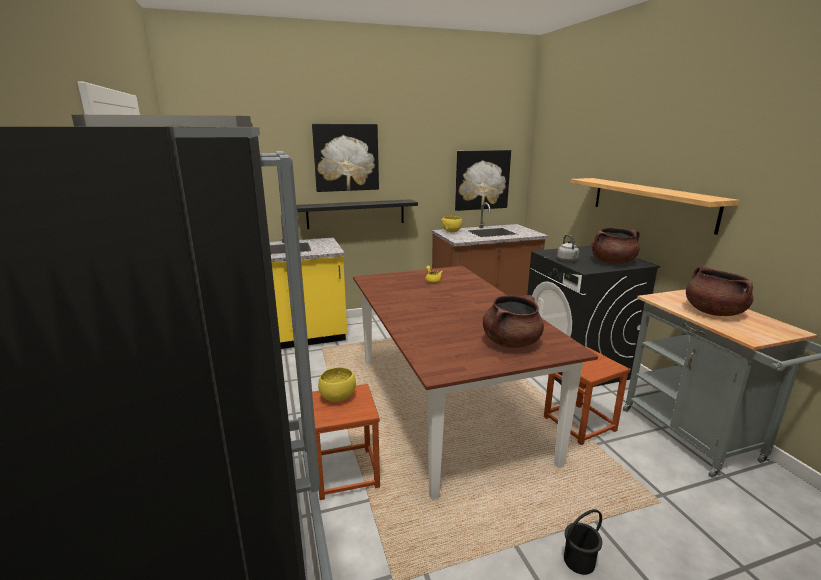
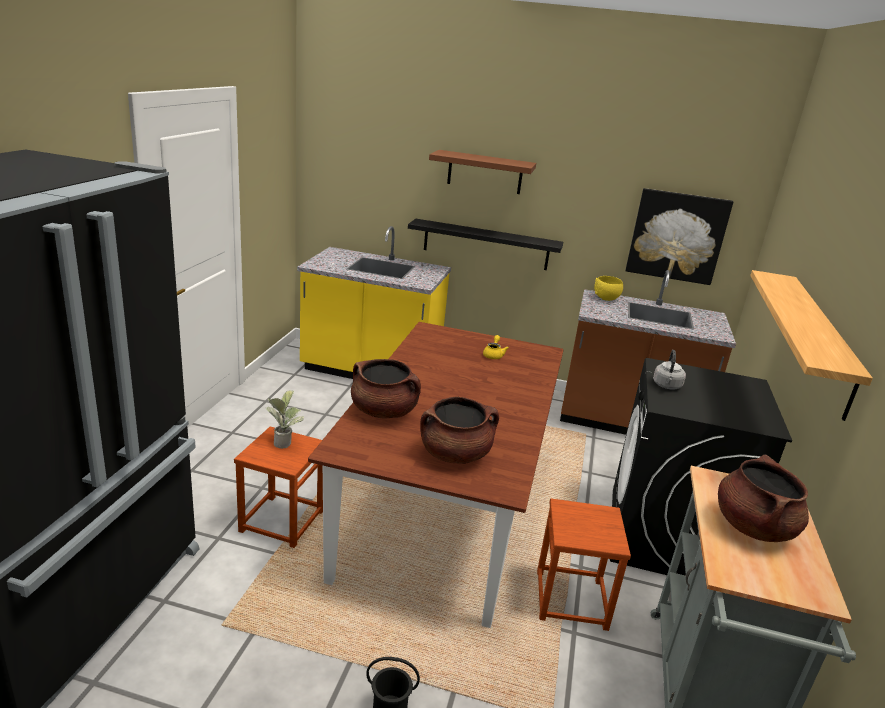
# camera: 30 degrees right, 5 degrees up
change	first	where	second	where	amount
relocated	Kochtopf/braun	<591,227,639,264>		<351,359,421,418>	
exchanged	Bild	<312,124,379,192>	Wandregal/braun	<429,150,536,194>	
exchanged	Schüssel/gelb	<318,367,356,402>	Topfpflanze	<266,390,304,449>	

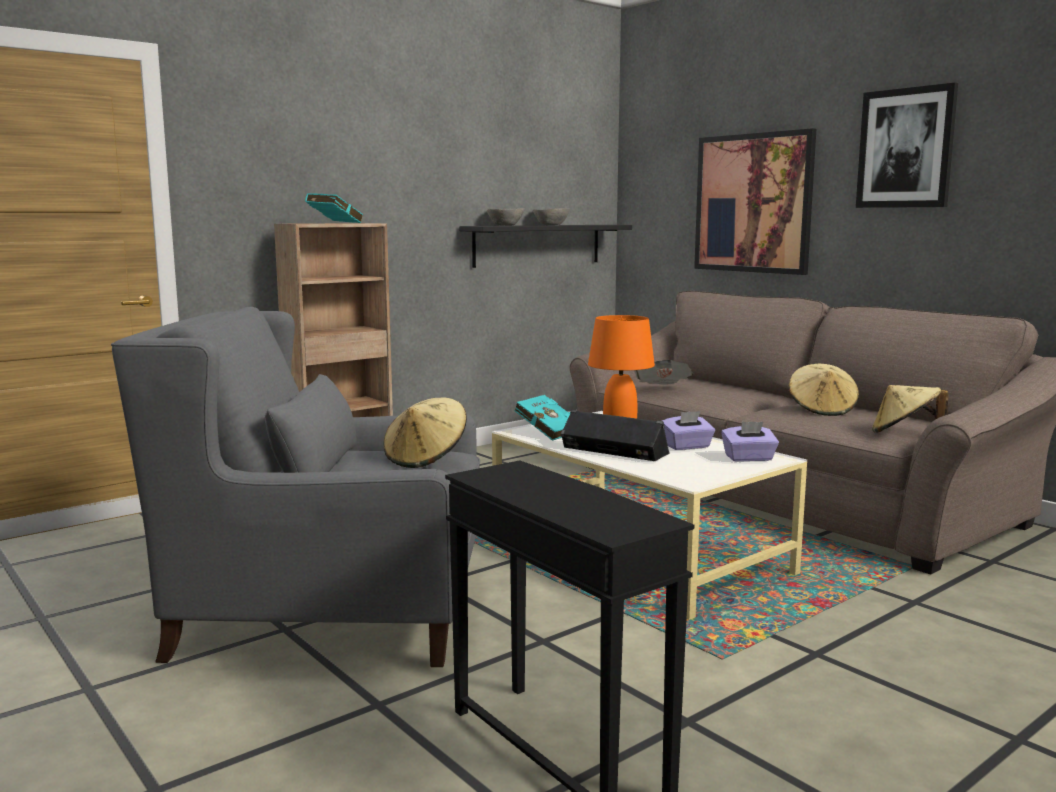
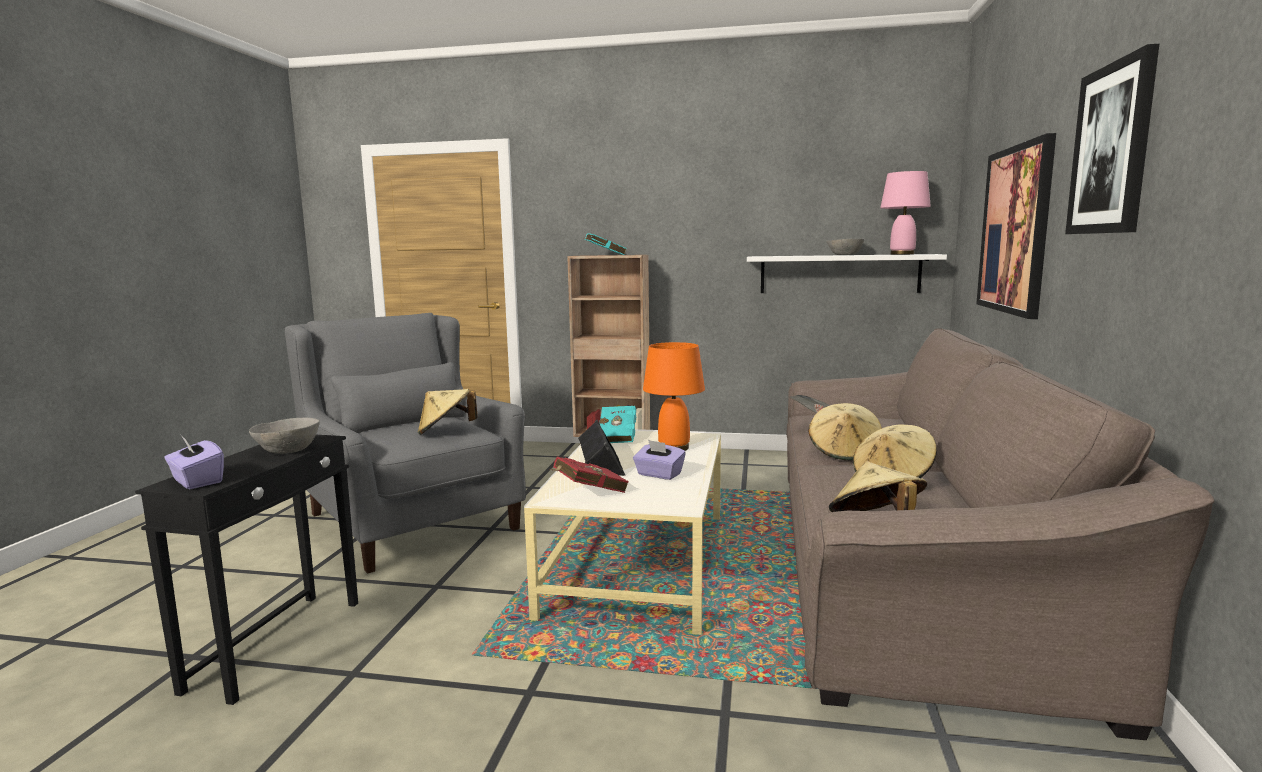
# camera: 50 degrees right, 0 degrees up
change	first	where	second	where	amount
appeared			Buch/rot	<550,457,629,493>	
appeared			Hut/beige	<808,403,882,461>	
appeared			Tischlampe/rosa	<880,171,931,255>	
relocated	Schüssel/grau	<487,208,525,226>		<249,418,320,454>	
relocated	Taschentuchbox/lila	<721,422,779,462>		<164,436,224,489>	
colour	Wandregal/schwarz	<459,225,632,268>	Wandregal/weiß	<747,254,947,293>	

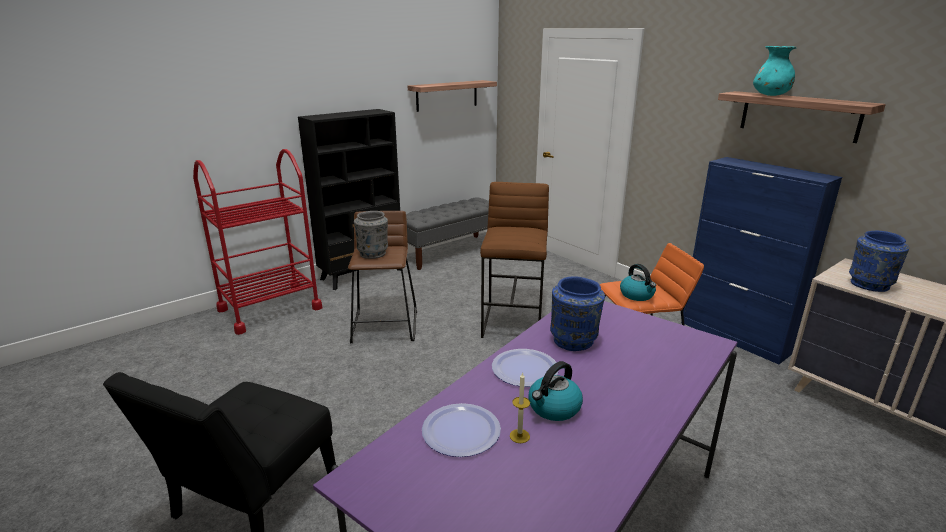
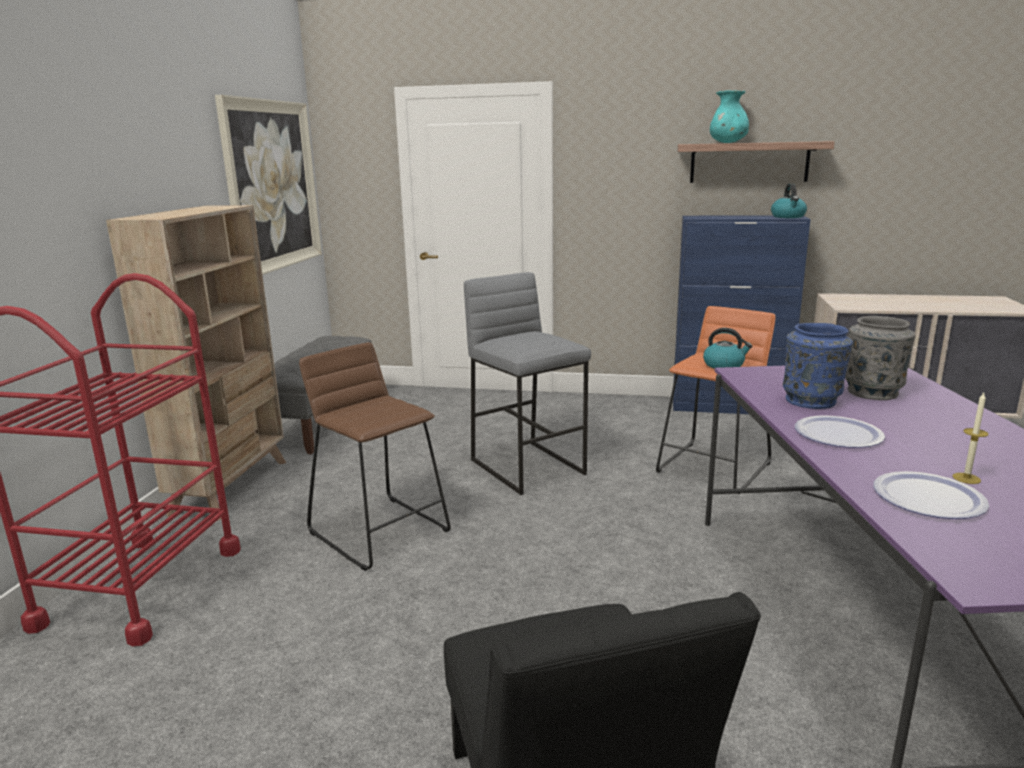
# camera: 40 degrees left, 5 degrees down
change	first	where	second	where	amount
missing	Vase/blau	<849,231,909,292>			
relocated	Vase/grau	<354,211,388,259>		<845,316,915,400>	
relocated	Wasserkessel	<528,361,583,421>		<771,184,807,218>	
exchanged	Wandregal	<408,80,497,112>	Bild	<215,95,322,275>	
colour	Bücherregal/schwarz	<298,109,401,290>	Bücherregal/beige	<106,205,286,521>	
colour	Hocker/braun	<480,182,549,338>	Hocker/grau	<464,272,591,495>	

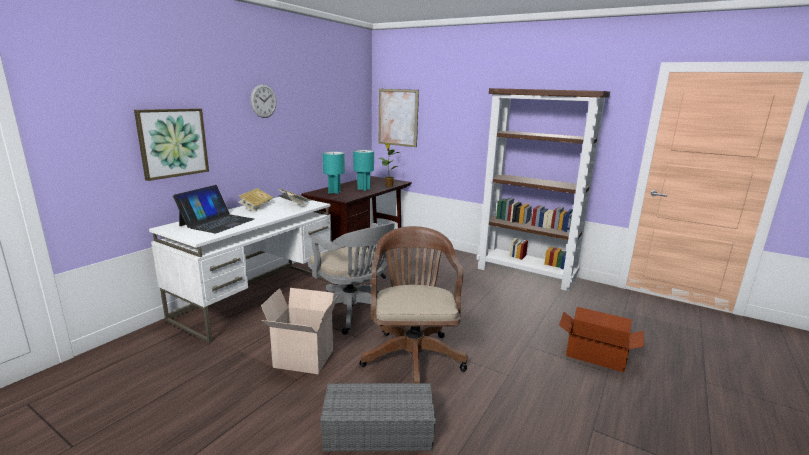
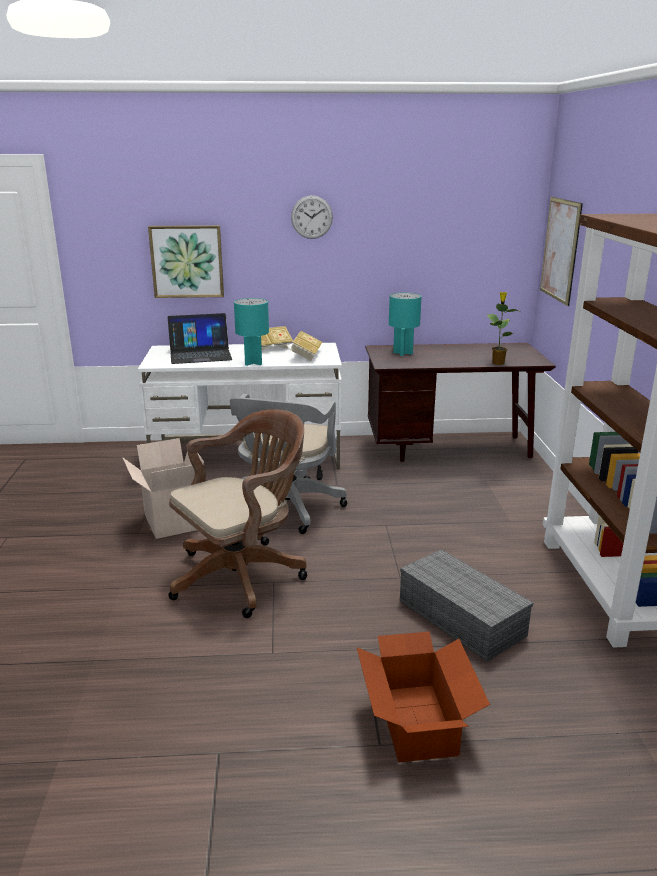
# camera: 55 degrees right, 5 degrees up
change	first	where	second	where	amount
relocated	Aufbewahrungsbox/grau	<320,383,436,452>		<400,549,533,662>	
relocated	Tischlampe/türkis	<353,150,374,191>		<234,298,269,366>	

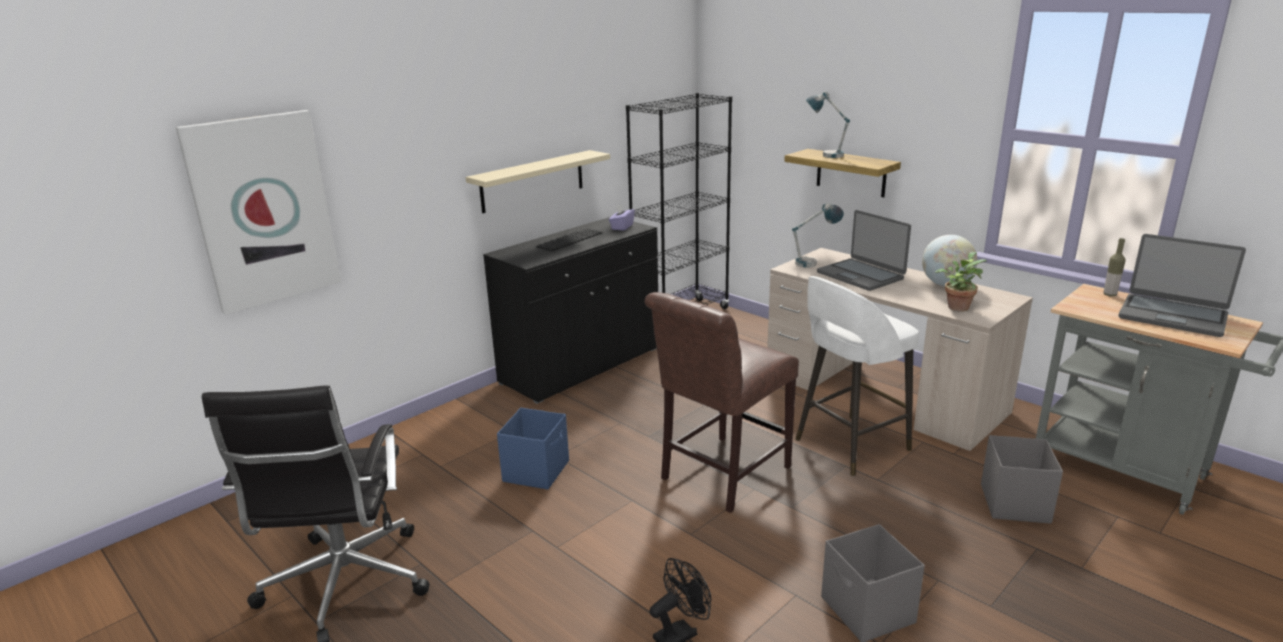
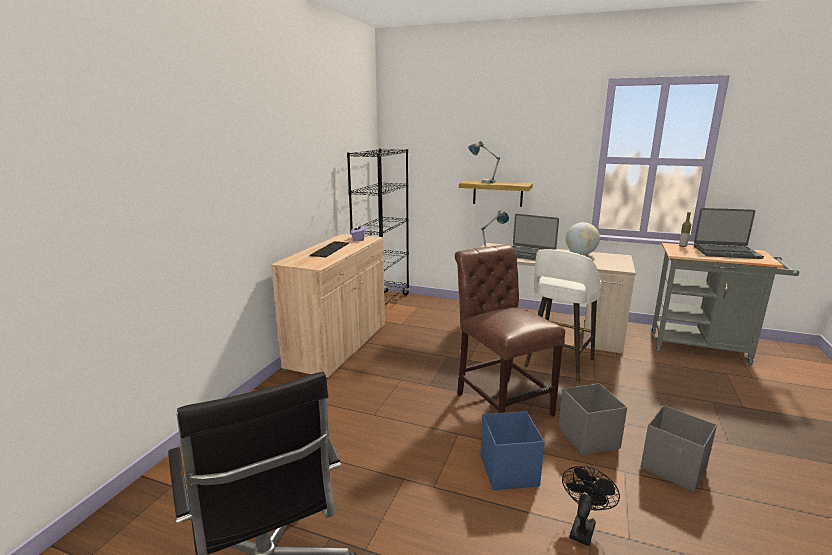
# camera: 25 degrees left, 5 degrees down
change	first	where	second	where	amount
missing	Bild	<176,110,341,315>			
missing	Wandregal/beige	<466,150,610,213>			
missing	Topfpflanze	<935,252,986,311>			
relocated	Aufbewahrungsbox/blau	<497,408,569,490>		<480,411,545,490>	
relocated	Aufbewahrungsbox/grau	<981,435,1063,524>		<558,383,627,455>	
colour	Schrank/schwarz	<483,217,658,404>	Schrank/beige	<271,234,385,379>	
spun	Stuhl/braun	<645,292,799,513>		<455,244,565,416>	135 degrees clockwise

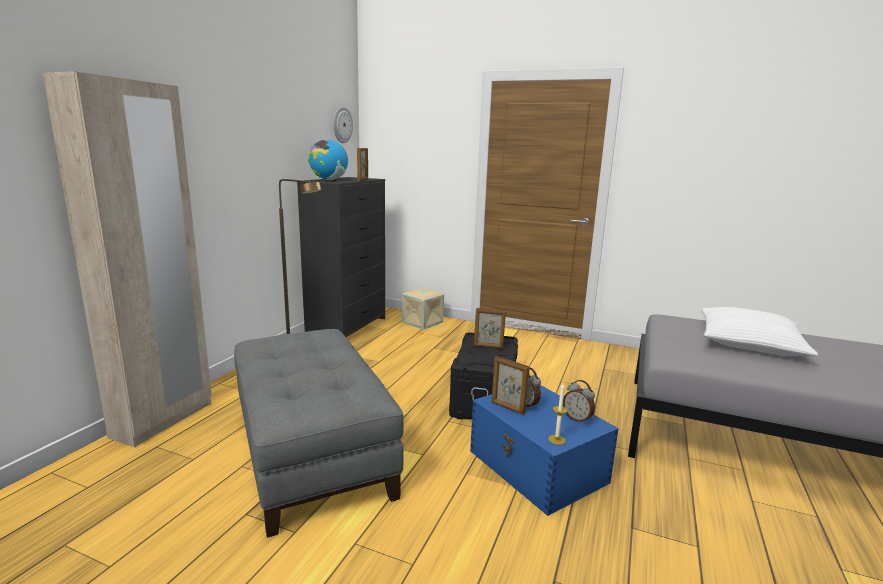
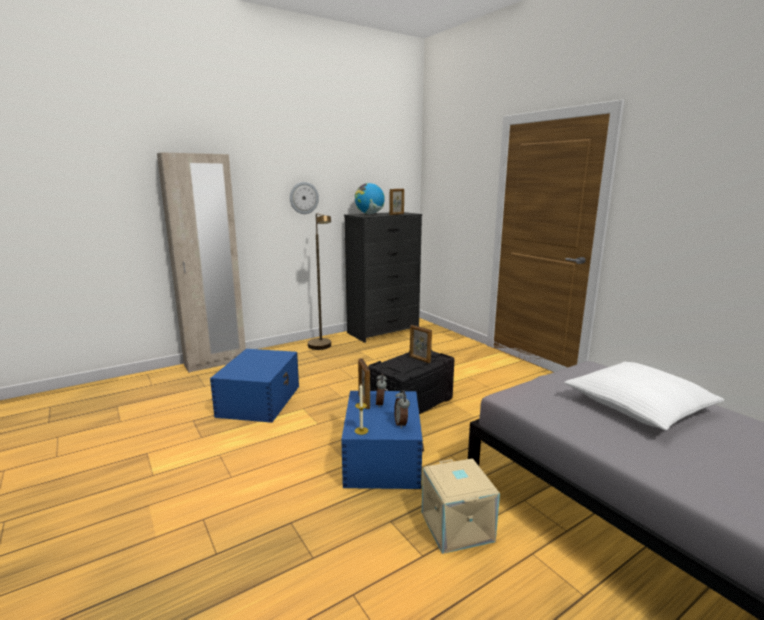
# camera: 35 degrees right, 0 degrees up
change	first	where	second	where	amount
relocated	Wanduhr	<333,106,353,143>		<290,182,319,214>	
relocated	Aufbewahrungsbox/beige	<402,288,444,330>		<422,458,500,554>	
exchanged	Polsterhocker/grau	<234,329,404,538>	Aufbewahrungsbox/blau	<210,349,299,423>	

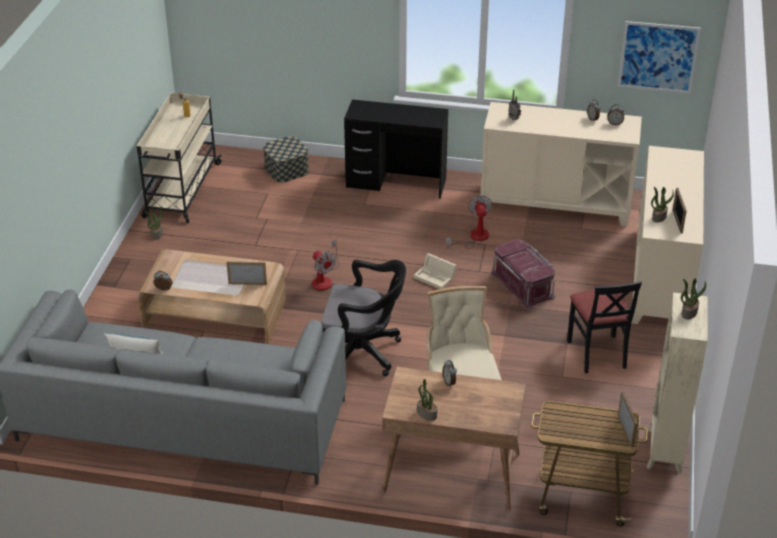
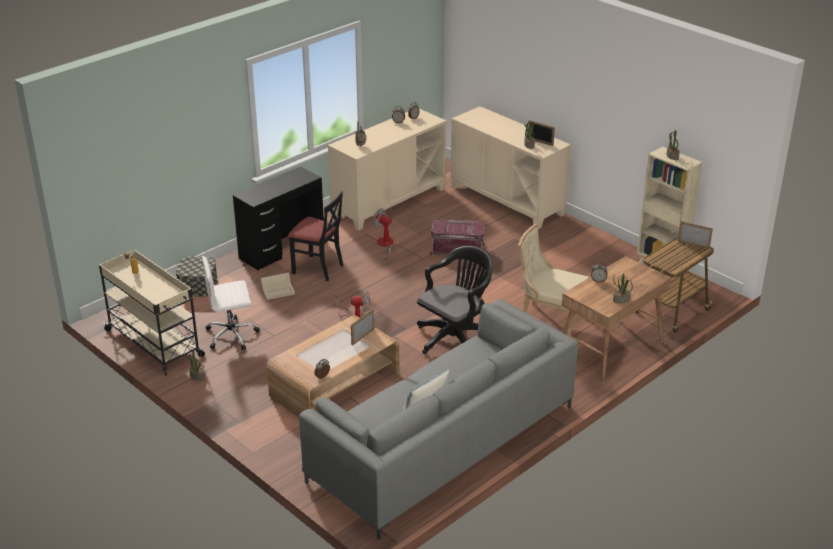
# camera: 55 degrees left, 5 degrees down
change	first	where	second	where	amount
missing	Bild	<618,21,701,94>			
appeared			Bürostuhl/weiß	<202,256,259,350>	
relocated	Aufbewahrungsbox/beige	<414,253,457,289>		<261,273,295,300>	
relocated	Stuhl/schwarz	<567,281,642,374>		<288,191,343,281>	

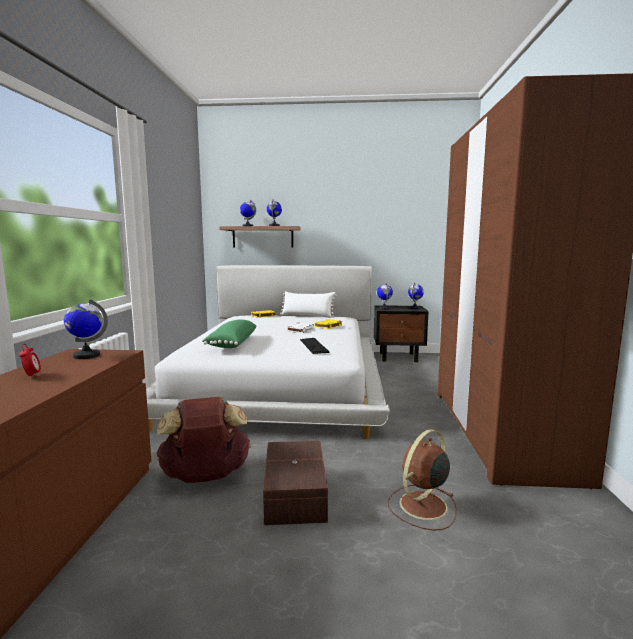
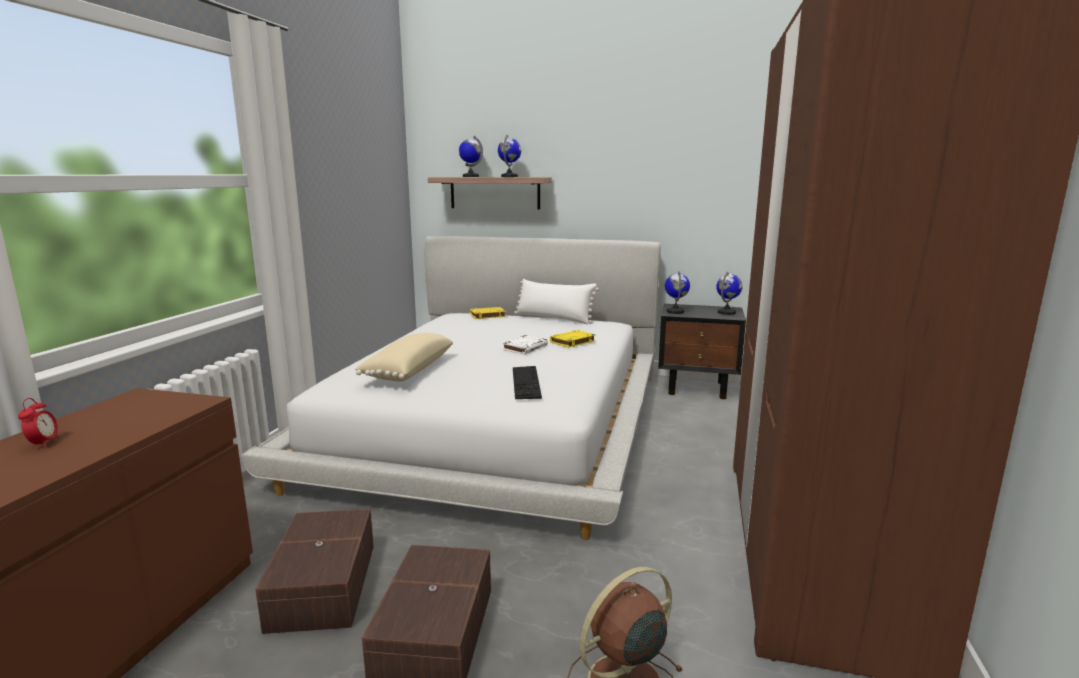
# camera: 10 degrees right, 5 degrees up
change	first	where	second	where	amount
missing	Globus	<64,299,108,359>			
exchanged	Rucksack/braun	<156,397,251,483>	Aufbewahrungsbox/braun	<255,509,374,634>	
colour	Kissen/grün	<202,320,257,348>	Kissen/beige	<355,333,453,381>	

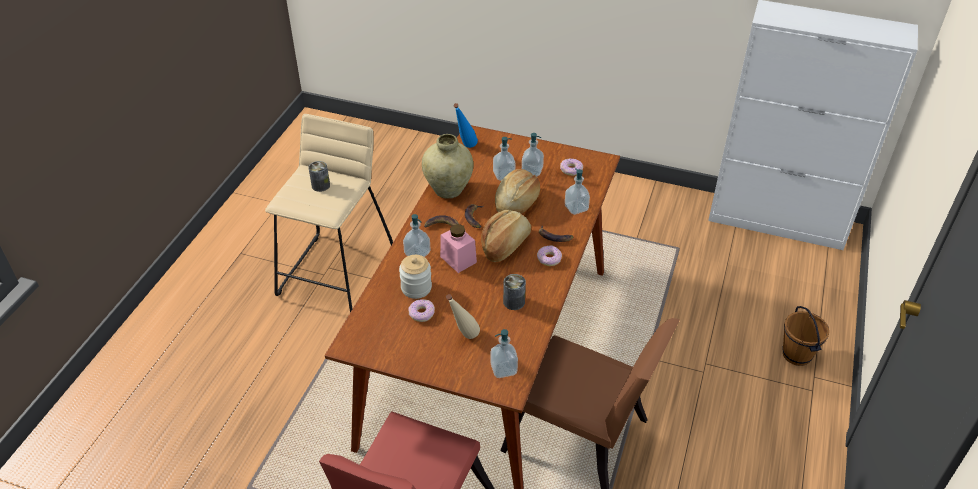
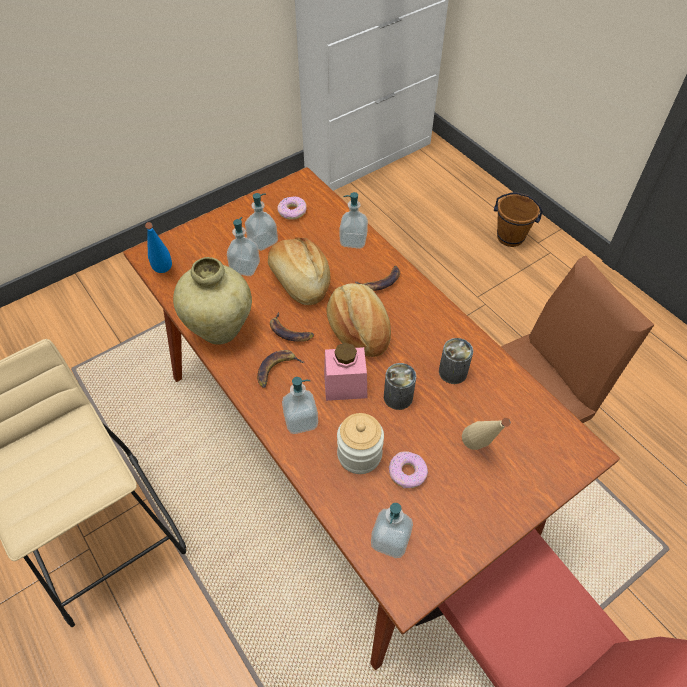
# camera: 55 degrees left, 10 degrees up
change	first	where	second	where	amount
missing	Donut	<537,245,562,266>			
relocated	Dose	<308,161,330,192>		<384,363,416,410>	
relocated	Seifenspender	<490,329,518,378>		<371,503,413,558>	

